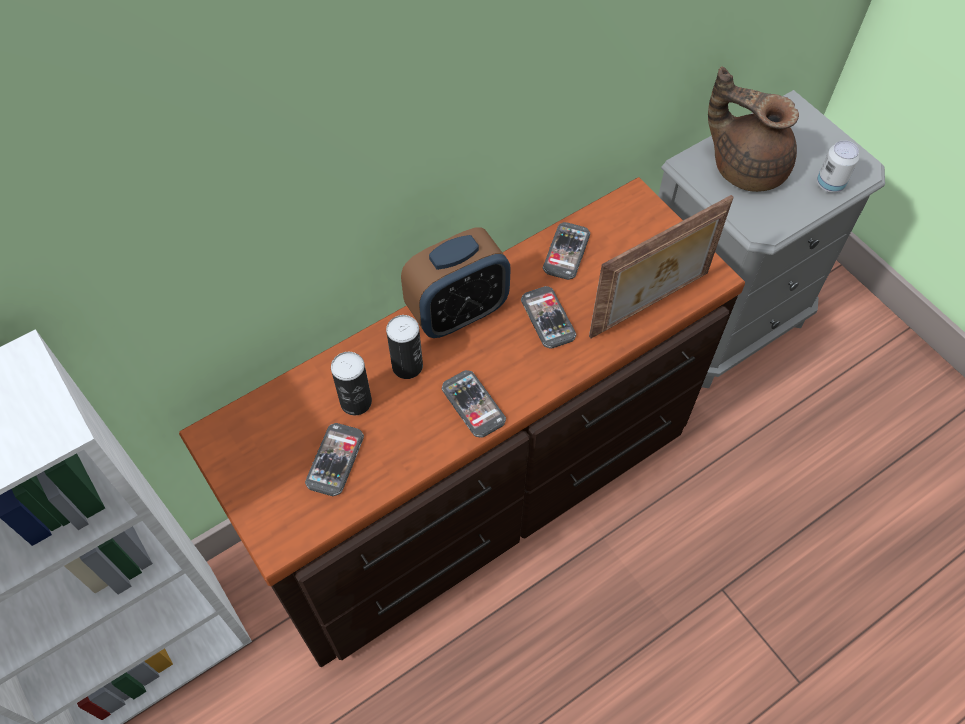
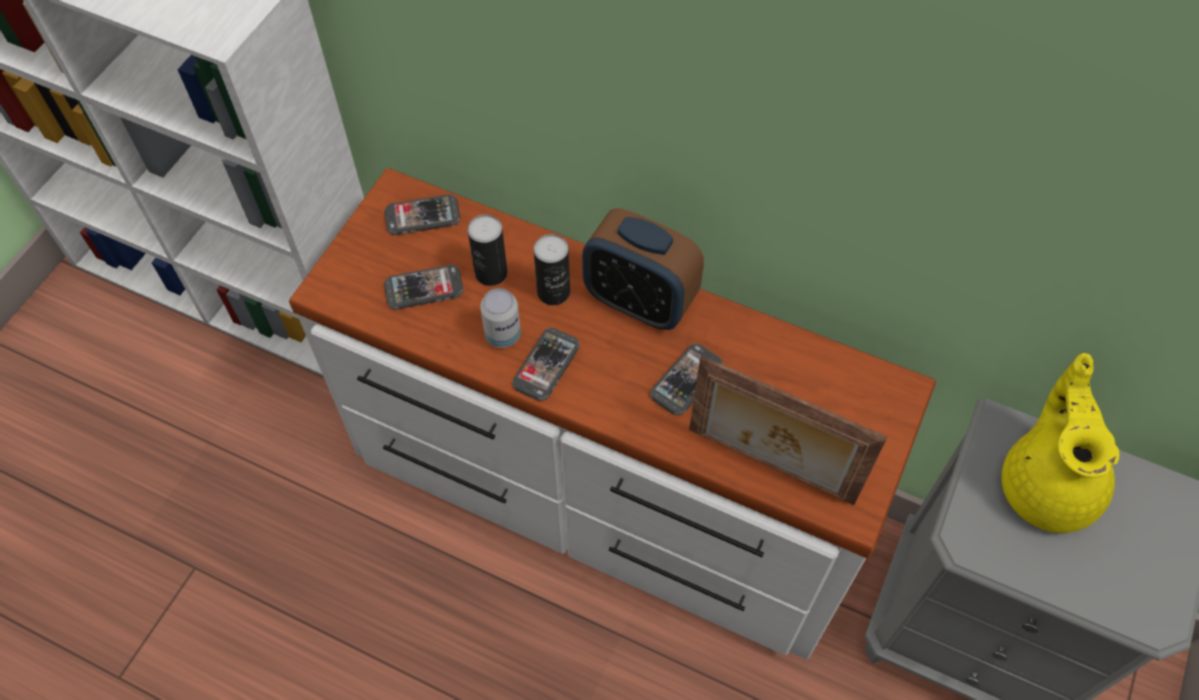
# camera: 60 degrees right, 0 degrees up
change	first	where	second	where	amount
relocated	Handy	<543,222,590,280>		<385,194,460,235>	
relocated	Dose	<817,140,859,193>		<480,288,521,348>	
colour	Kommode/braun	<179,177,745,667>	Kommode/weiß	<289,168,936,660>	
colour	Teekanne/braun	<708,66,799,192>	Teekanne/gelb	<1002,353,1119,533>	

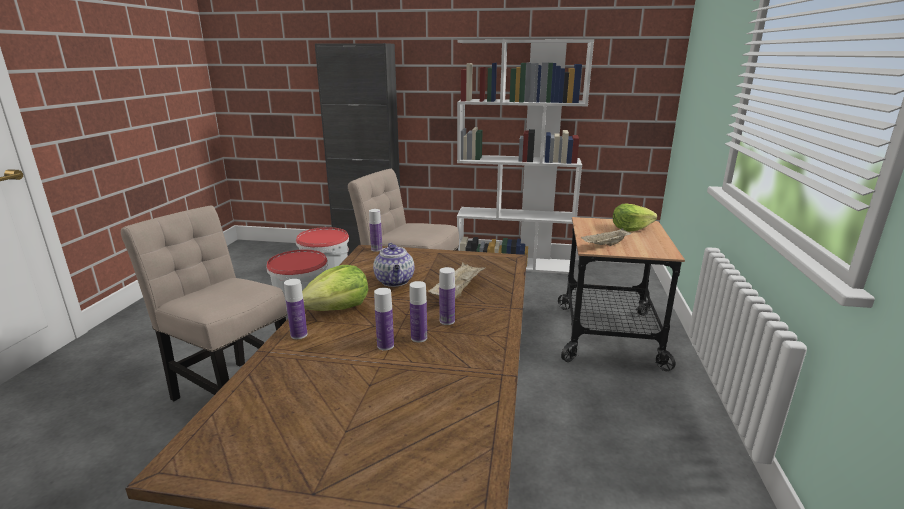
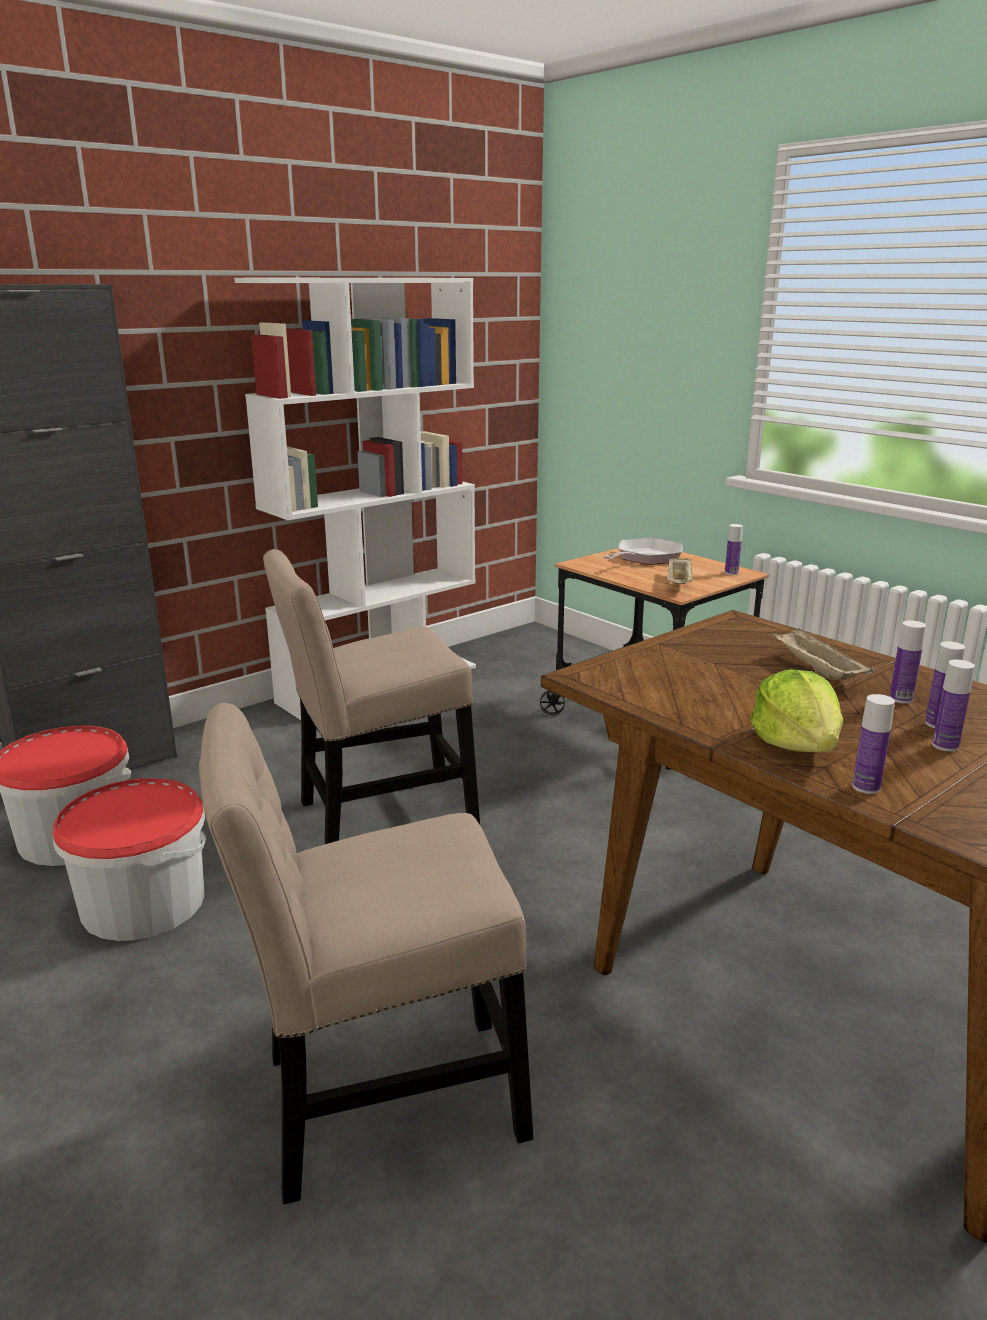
# camera: 50 degrees left, 0 degrees up
change	first	where	second	where	amount
missing	Teekanne	<373,243,414,287>			
relocated	Flasche	<369,209,382,252>		<725,524,743,575>	
exchanged	Salatkopf	<613,204,657,232>	Pfanne	<603,537,683,565>	

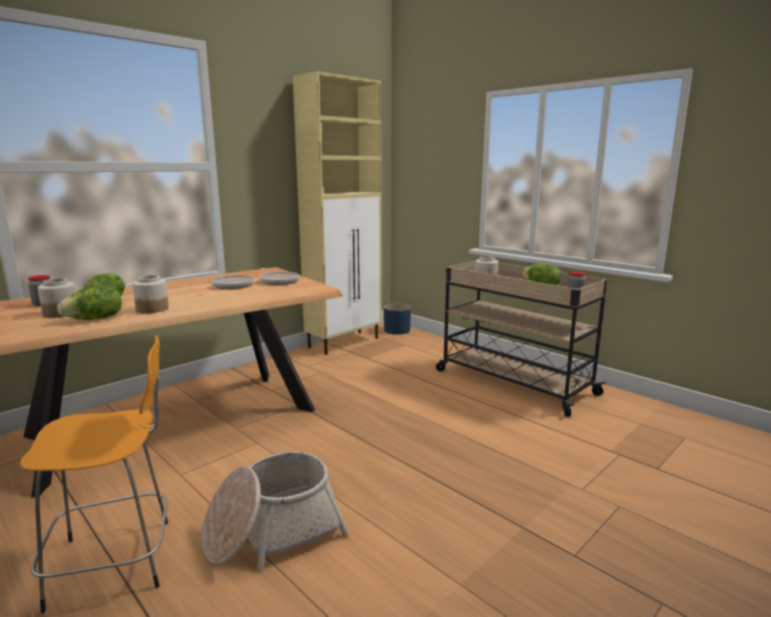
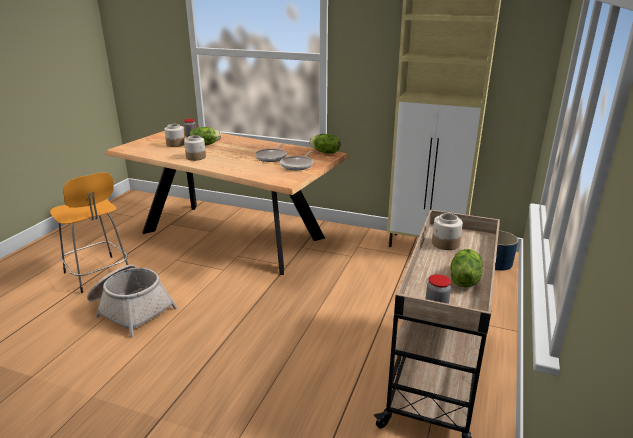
# camera: 65 degrees right, 10 degrees up
change	first	where	second	where	amount
relocated	Salatkopf	<57,286,122,320>		<309,134,341,153>	

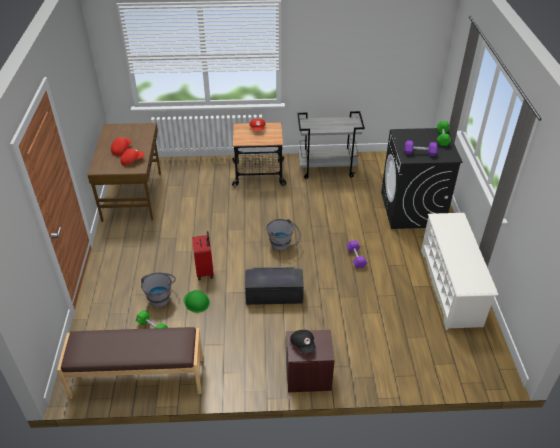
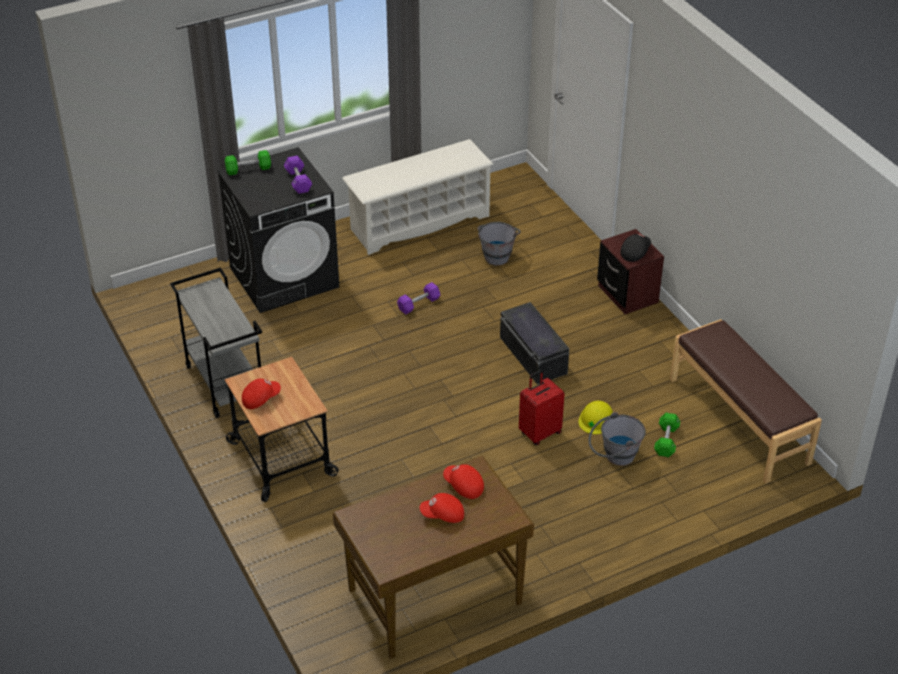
# camera: 115 degrees left, 0 degrees up
change	first	where	second	where	amount
relocated	Eimer/grau	<266,219,301,251>		<477,222,521,266>	
colour	Schutzhelm/grün	<183,290,210,313>	Schutzhelm/gelb	<578,401,613,434>	

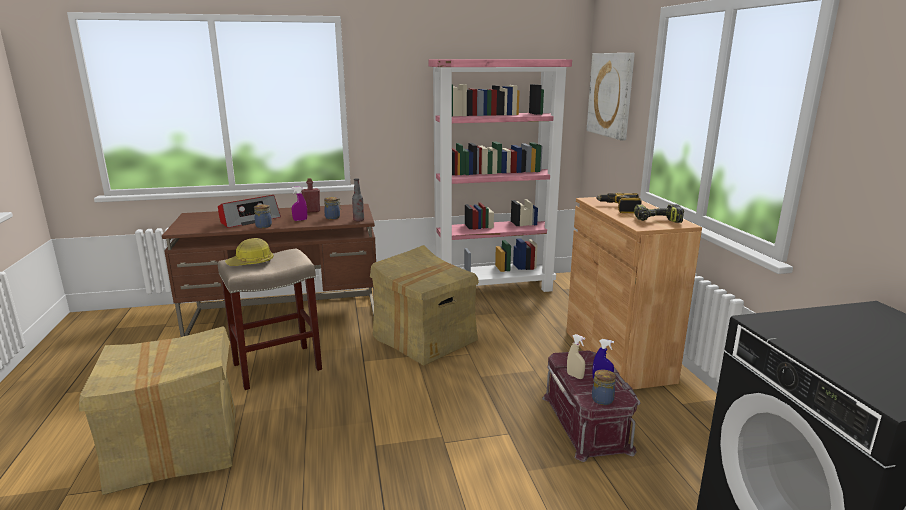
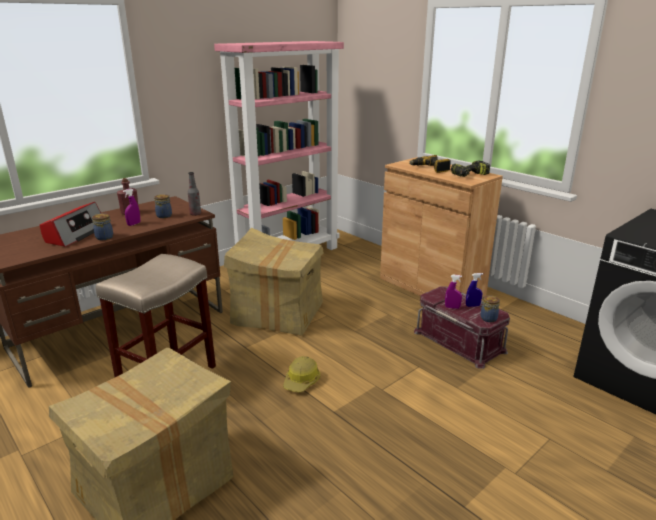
# camera: 30 degrees left, 5 degrees up
change	first	where	second	where	amount
missing	Bild	<587,53,635,141>			
relocated	Schutzhelm	<225,238,274,266>		<283,356,320,393>	
colour	Sprühflasche/beige	<567,334,585,379>	Sprühflasche/lila	<445,275,462,309>	

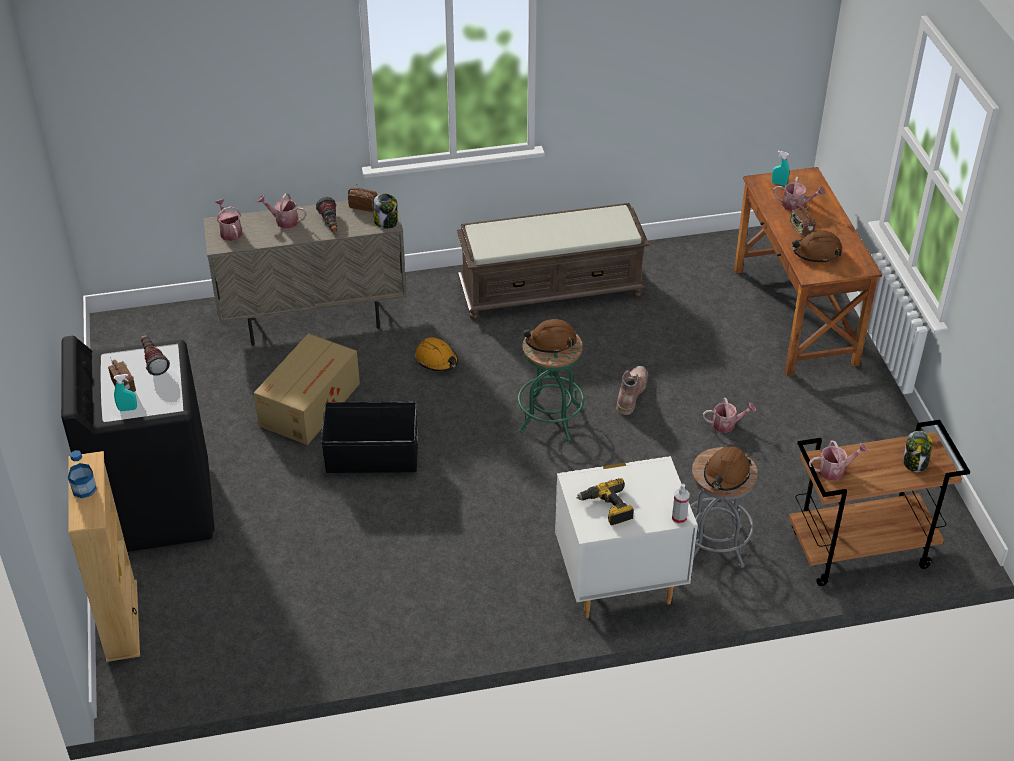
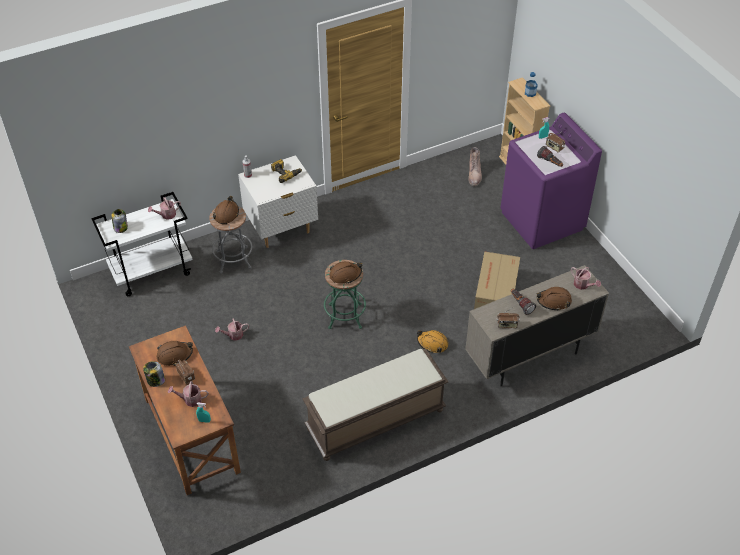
# camera: 165 degrees right, 5 degrees up
change	first	where	second	where	amount
missing	Aufbewahrungsbox/schwarz	<321,401,418,473>			
relocated	Vorratsglas	<373,194,398,229>		<143,361,165,387>	
relocated	Stiefel/braun	<616,366,648,415>		<468,147,482,186>	
exchanged	Gießkanne	<257,193,307,228>	Schutzhelm/braun	<537,287,572,311>	
colour	Waschmaschine/schwarz	<61,336,215,552>	Waschmaschine/lila	<500,113,602,249>	
colour	Rollwagen/braun	<789,420,970,586>	Rollwagen/weiß	<91,192,193,296>	

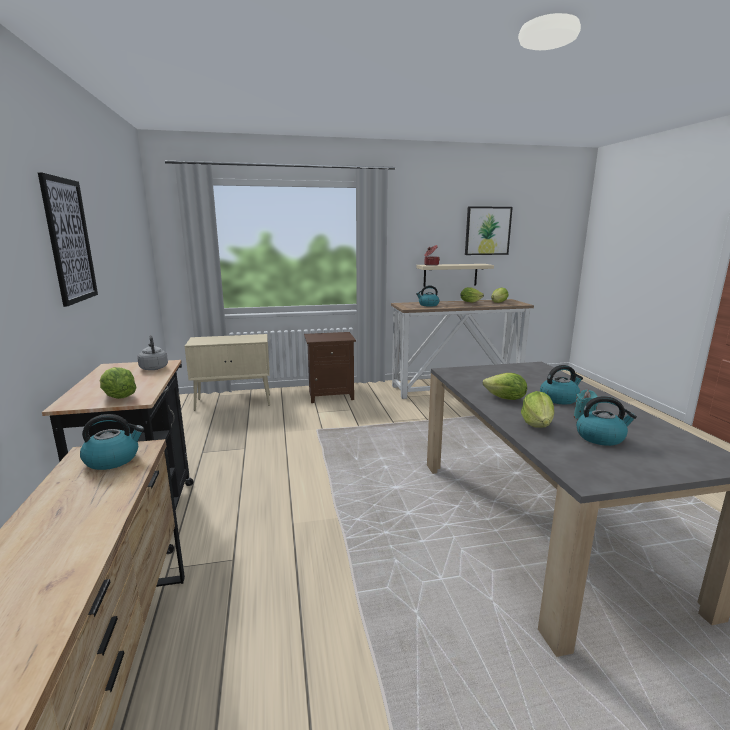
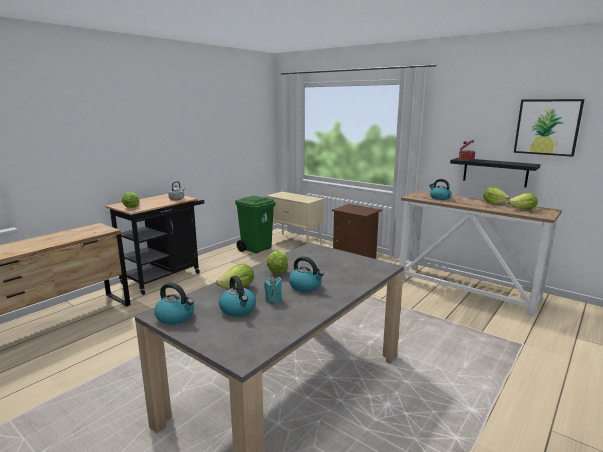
# camera: 50 degrees right, 0 degrees up
change	first	where	second	where	amount
missing	Bild	<38,172,98,307>			
appeared			Mülleimer/grün	<235,196,275,253>	
relocated	Wasserkessel	<80,414,144,470>		<154,283,194,325>	
colour	Wandregal/beige	<416,264,494,287>	Wandregal/schwarz	<450,158,540,187>	

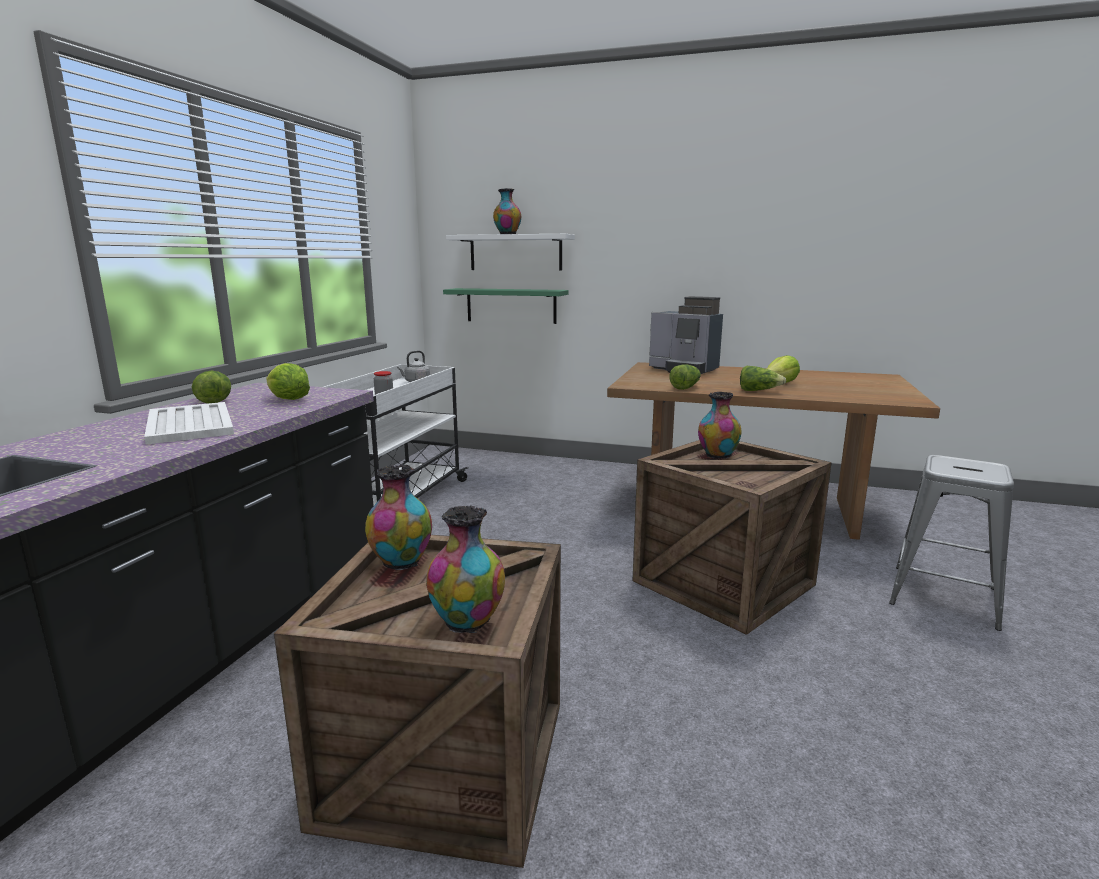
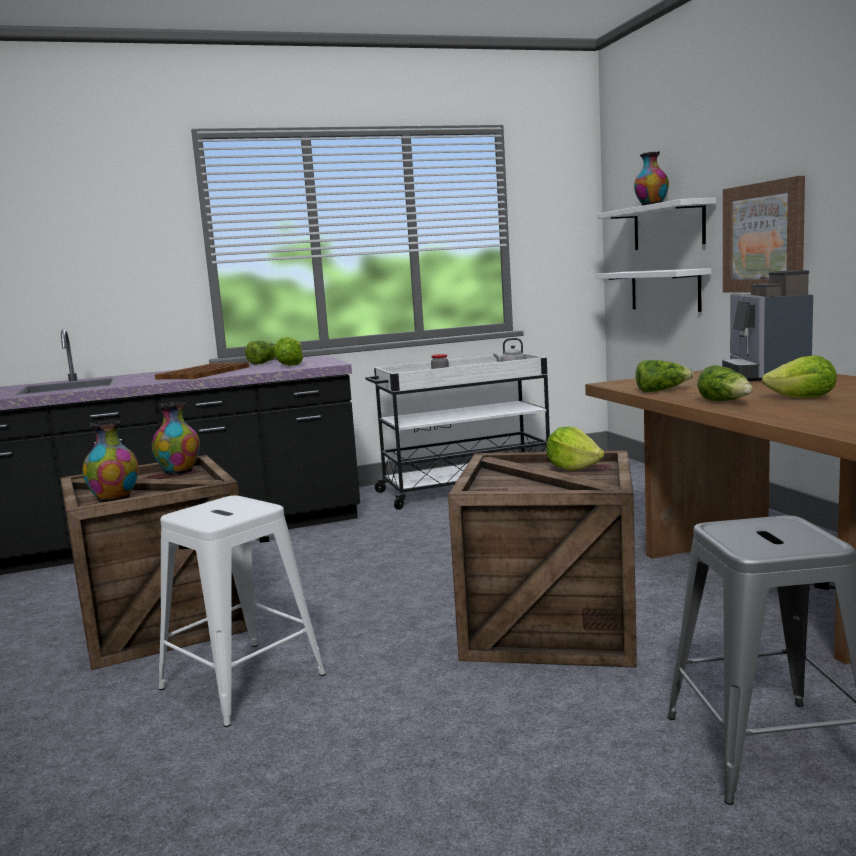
# camera: 55 degrees right, 5 degrees down
change	first	where	second	where	amount
appeared			Hocker/weiß	<158,495,326,727>	
appeared			Bild	<723,176,805,293>	
exchanged	Vase	<698,392,742,459>	Salatkopf	<546,426,604,471>	
colour	Tablett/weiß	<144,402,234,445>	Tablett/braun	<155,363,250,379>	
colour	Wandregal/grün	<443,288,569,324>	Wandregal/weiß	<595,268,711,312>	

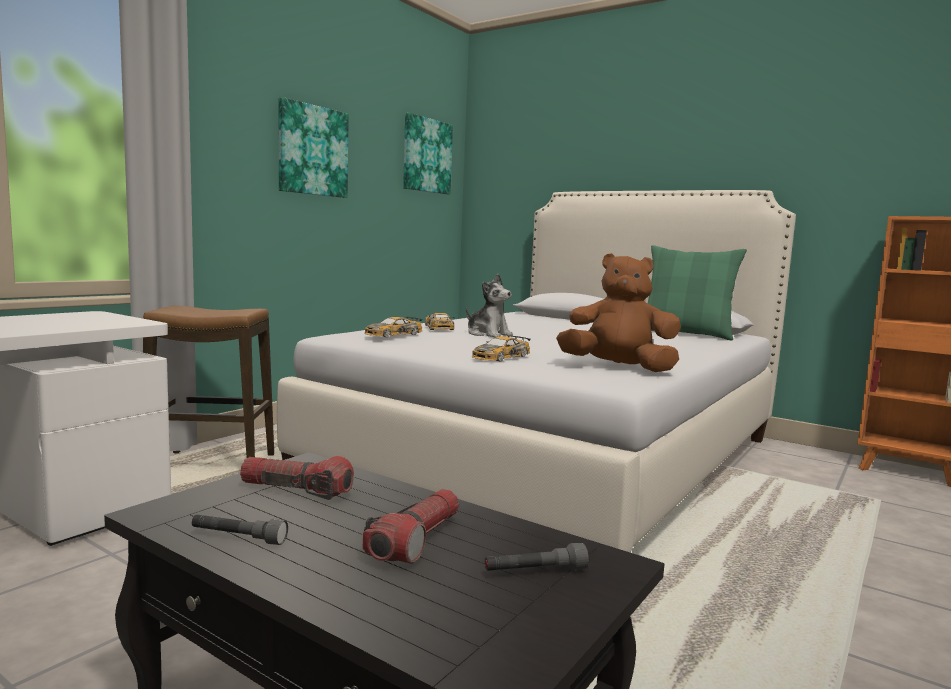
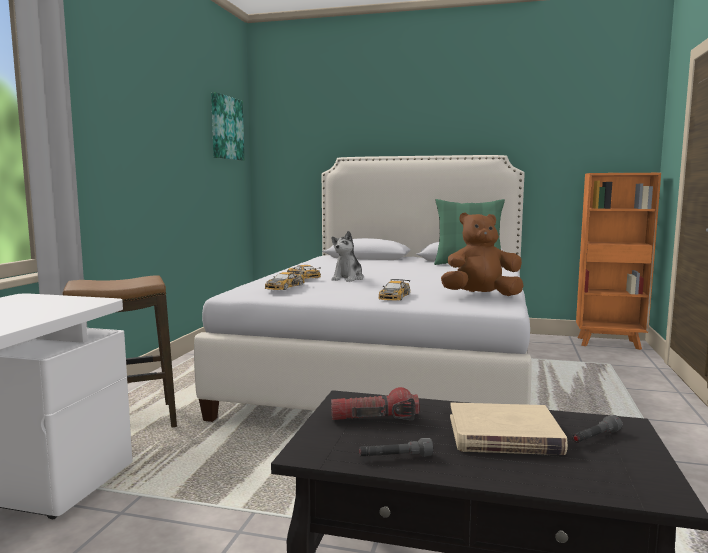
# camera: 20 degrees left, 0 degrees up
change	first	where	second	where	amount
missing	Bild	<278,97,349,198>			
exchanged	Taschenlampe	<363,489,459,564>	Buch/beige	<450,403,568,455>	
spun	Plüschtier	<466,274,513,338>		<331,231,364,282>	90 degrees clockwise

